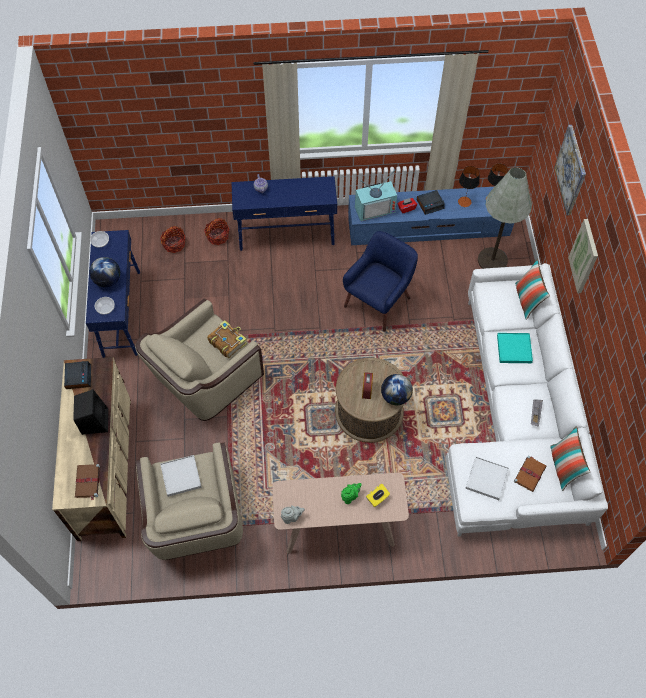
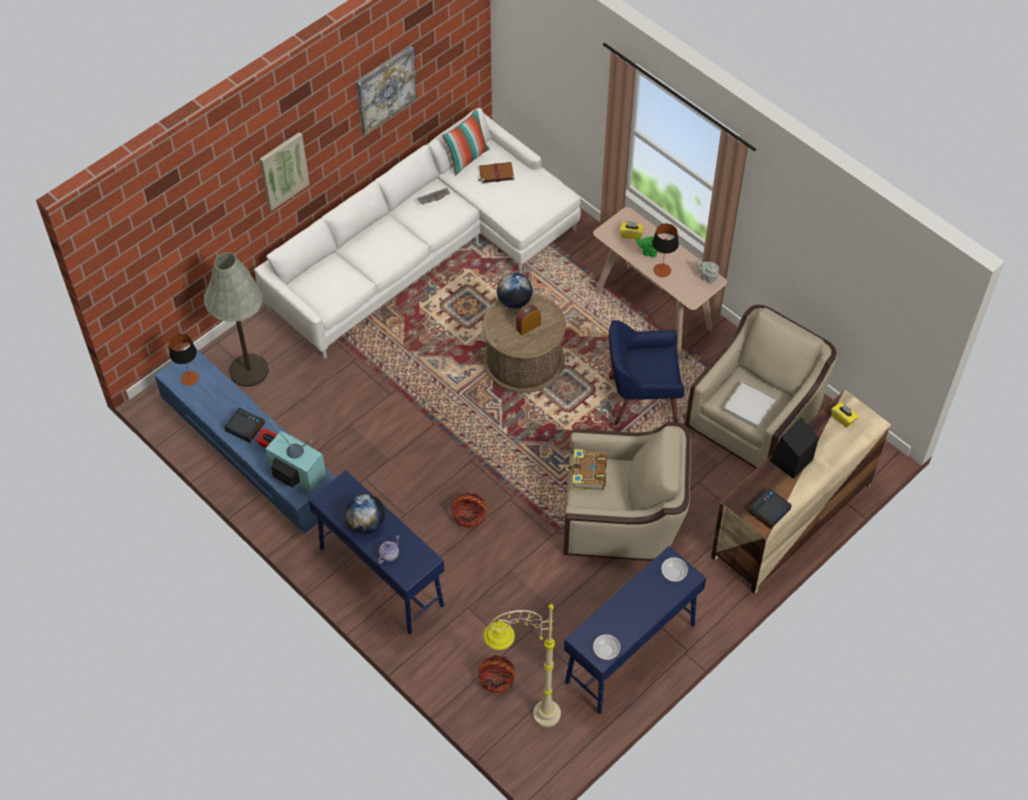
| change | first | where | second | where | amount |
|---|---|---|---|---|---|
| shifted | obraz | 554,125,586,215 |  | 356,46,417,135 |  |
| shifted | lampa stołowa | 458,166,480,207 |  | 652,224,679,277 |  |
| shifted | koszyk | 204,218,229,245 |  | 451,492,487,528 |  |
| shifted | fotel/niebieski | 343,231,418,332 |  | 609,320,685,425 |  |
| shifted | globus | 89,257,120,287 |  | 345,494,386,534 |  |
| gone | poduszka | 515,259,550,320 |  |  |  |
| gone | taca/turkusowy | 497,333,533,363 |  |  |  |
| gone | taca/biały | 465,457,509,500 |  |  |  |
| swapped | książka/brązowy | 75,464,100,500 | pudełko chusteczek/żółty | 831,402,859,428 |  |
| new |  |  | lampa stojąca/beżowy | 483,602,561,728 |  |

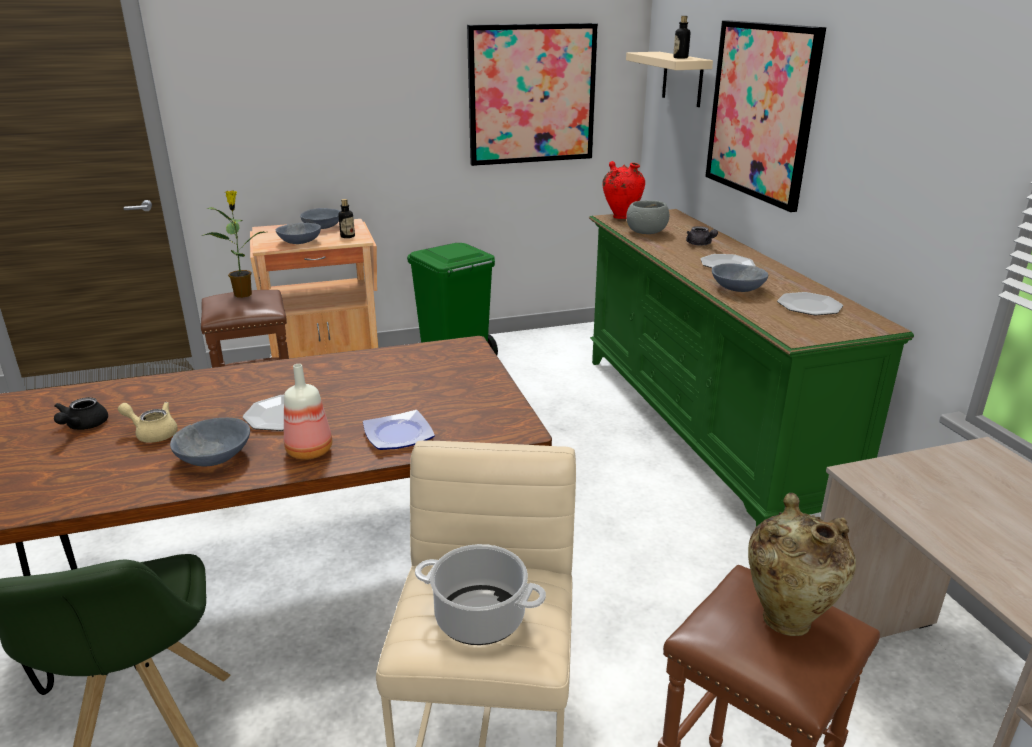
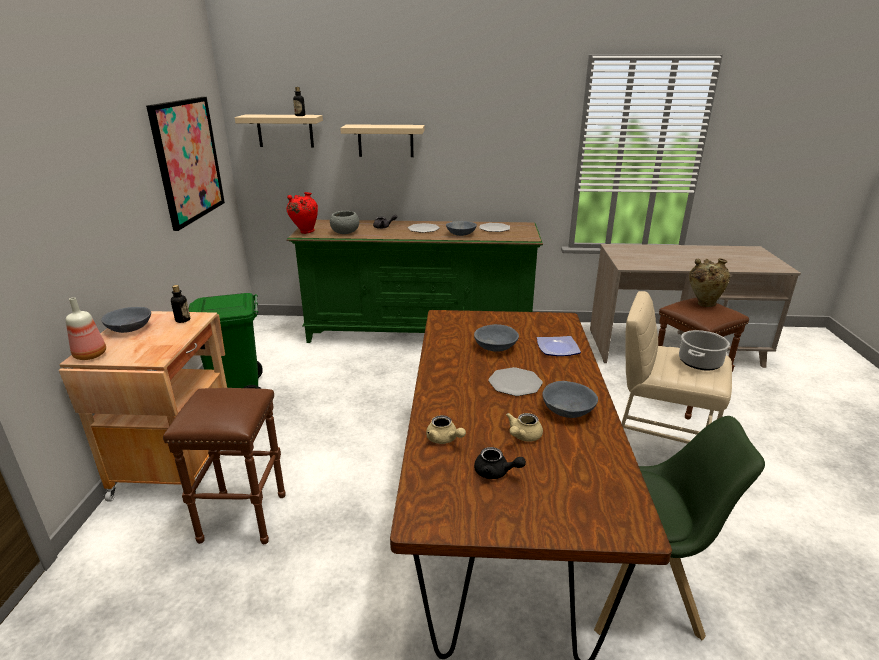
| change | first | where | second | where | amount |
|---|---|---|---|---|---|
| swapped | obraz | 705,20,826,212 | półka/beżowy | 340,124,425,157 |  |
| gone | roślina doniczkowa | 201,190,265,298 |  |  |  |
| shifted | miska/szary | 276,223,321,244 |  | 474,324,519,352 |  |
| shifted | butelka | 284,364,332,460 |  | 66,297,106,360 |  |
| new |  |  | imbryk/beżowy | 426,415,466,444 |  |

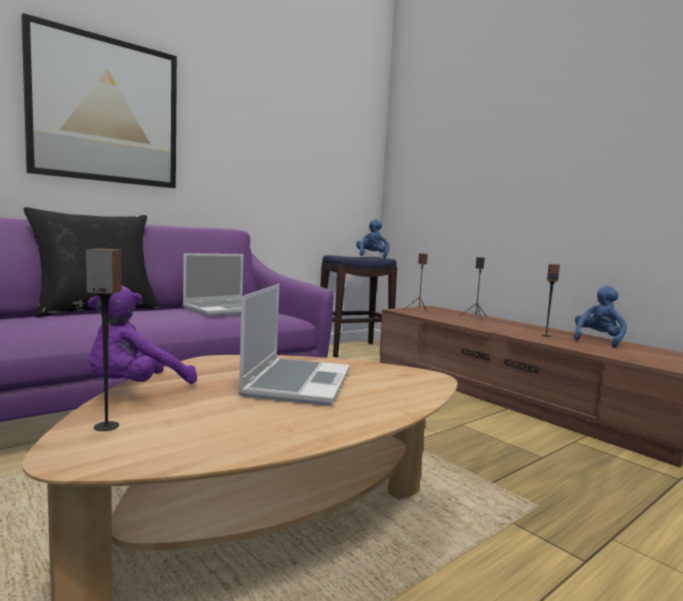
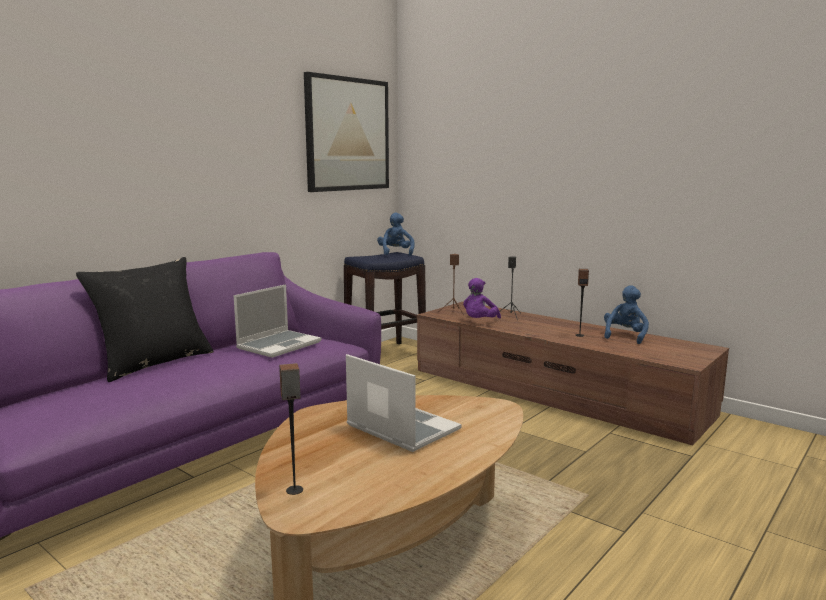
| change | first | where | second | where | amount |
|---|---|---|---|---|---|
| shifted | obraz | 21,13,177,188 |  | 304,72,389,192 |  |
| rotated | laptop | 238,284,350,406 |  | 346,354,461,452 | 45 degrees counterclockwise |
| shifted | pluszak/fioletowy | 87,285,197,384 |  | 463,278,501,318 |  |

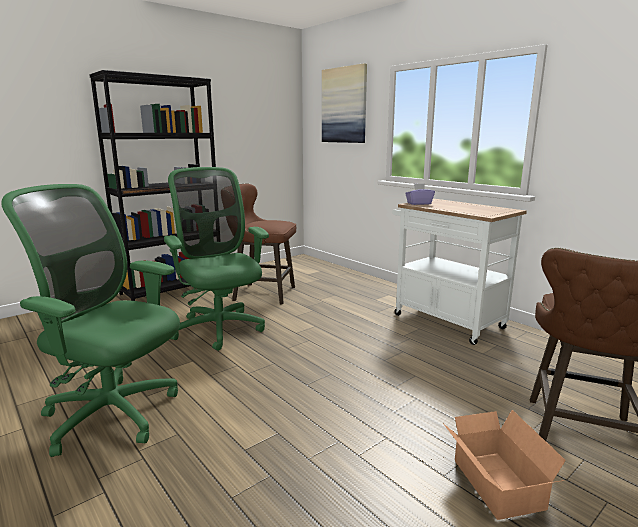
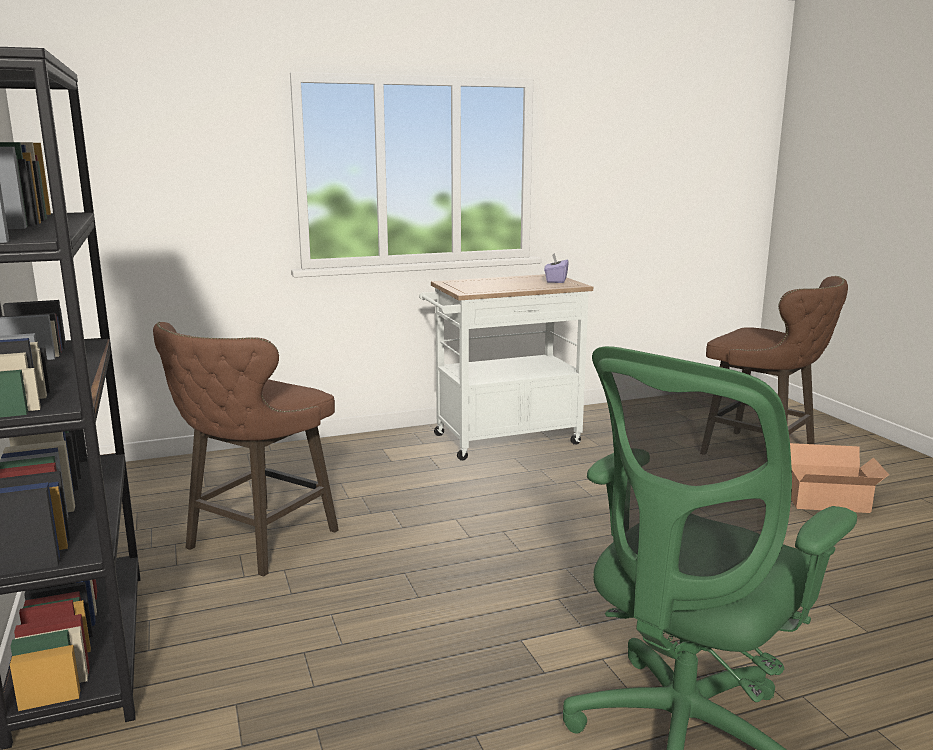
| change | first | where | second | where | amount |
|---|---|---|---|---|---|
| gone | obraz | 322,63,367,143 |  |  |  |
| gone | krzesło biurowe/zielony | 164,167,269,351 |  |  |  |
| shifted | pudełko chusteczek/fioletowy | 405,184,435,205 |  | 544,253,569,283 |  |

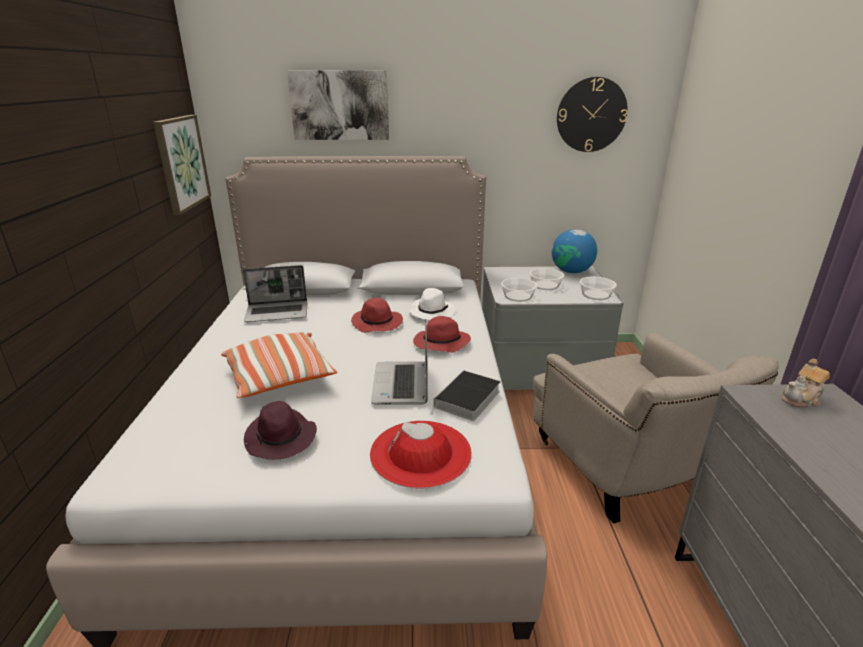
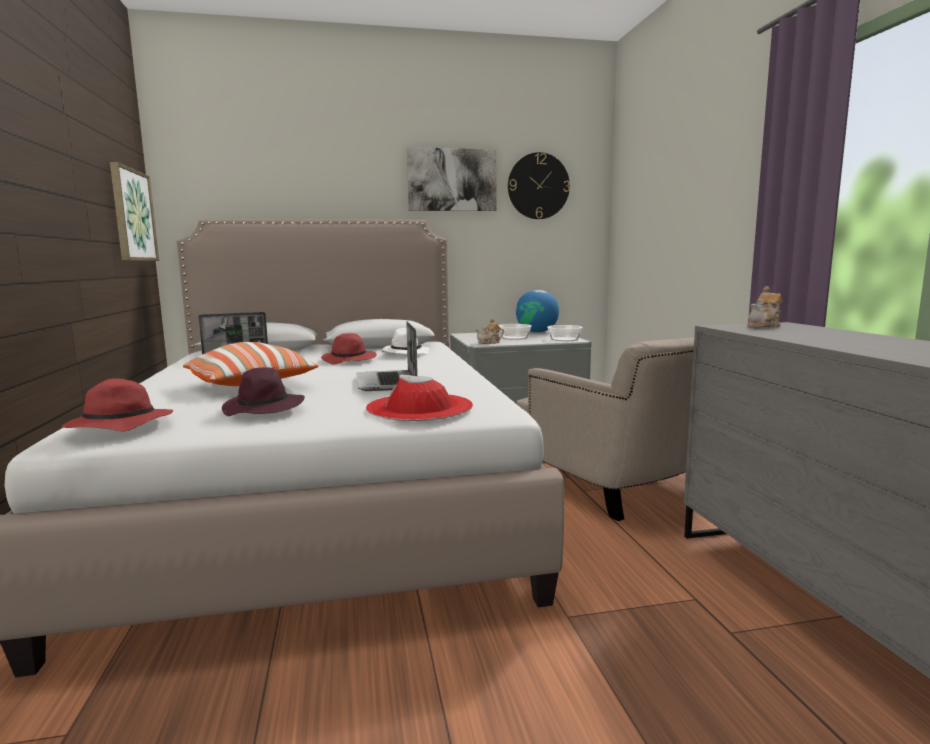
| change | first | where | second | where | amount |
|---|---|---|---|---|---|
| shifted | obraz | 287,70,389,140 |  | 407,147,497,211 |  |
| swapped | miska | 501,278,537,302 | imbryk | 476,319,504,344 |  |
| shifted | kapelusz/czerwony | 413,316,471,353 |  | 61,379,173,431 |  |
| gone | książka | 430,370,500,421 |  |  |  |

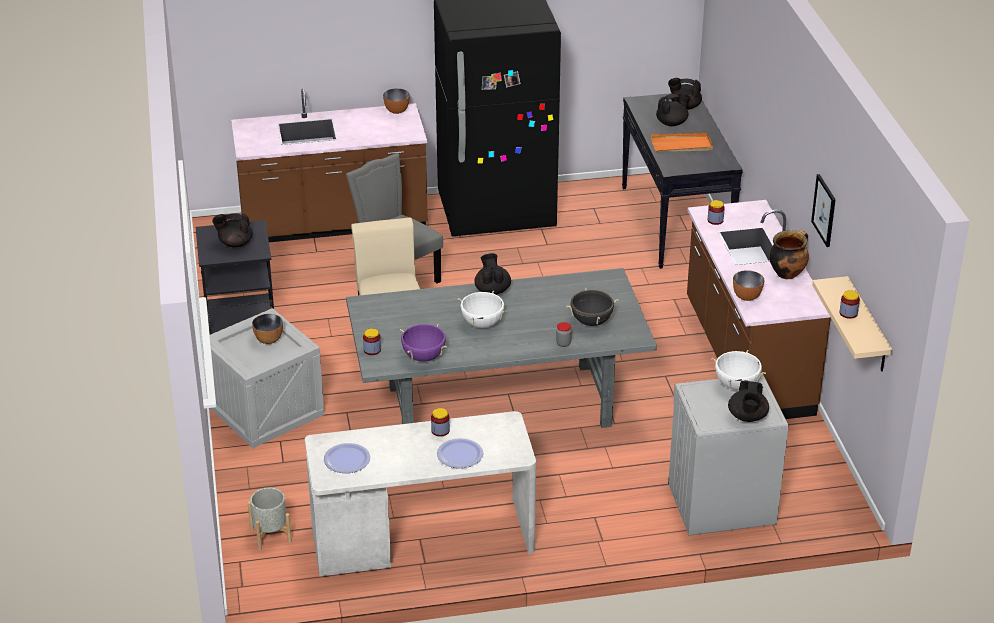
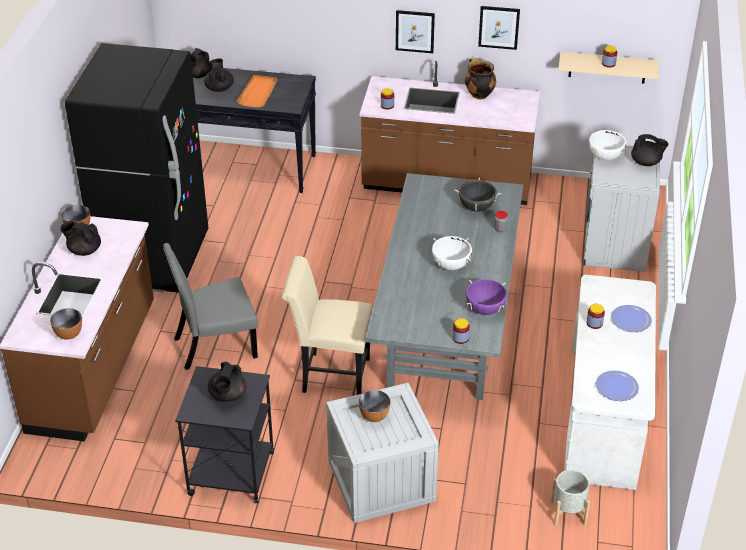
| change | first | where | second | where | amount |
|---|---|---|---|---|---|
| shifted | imbryk/czarny | 475,253,511,295 |  | 60,221,101,256 |  |
| shifted | miska | 733,270,764,301 |  | 50,308,82,340 |  |
| new |  |  | obraz | 396,10,435,53 |  |

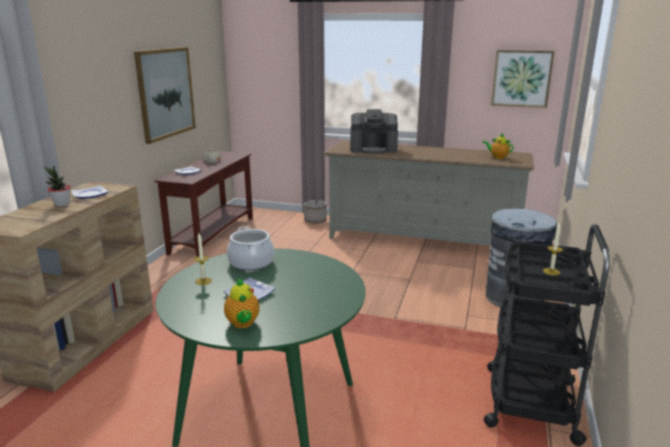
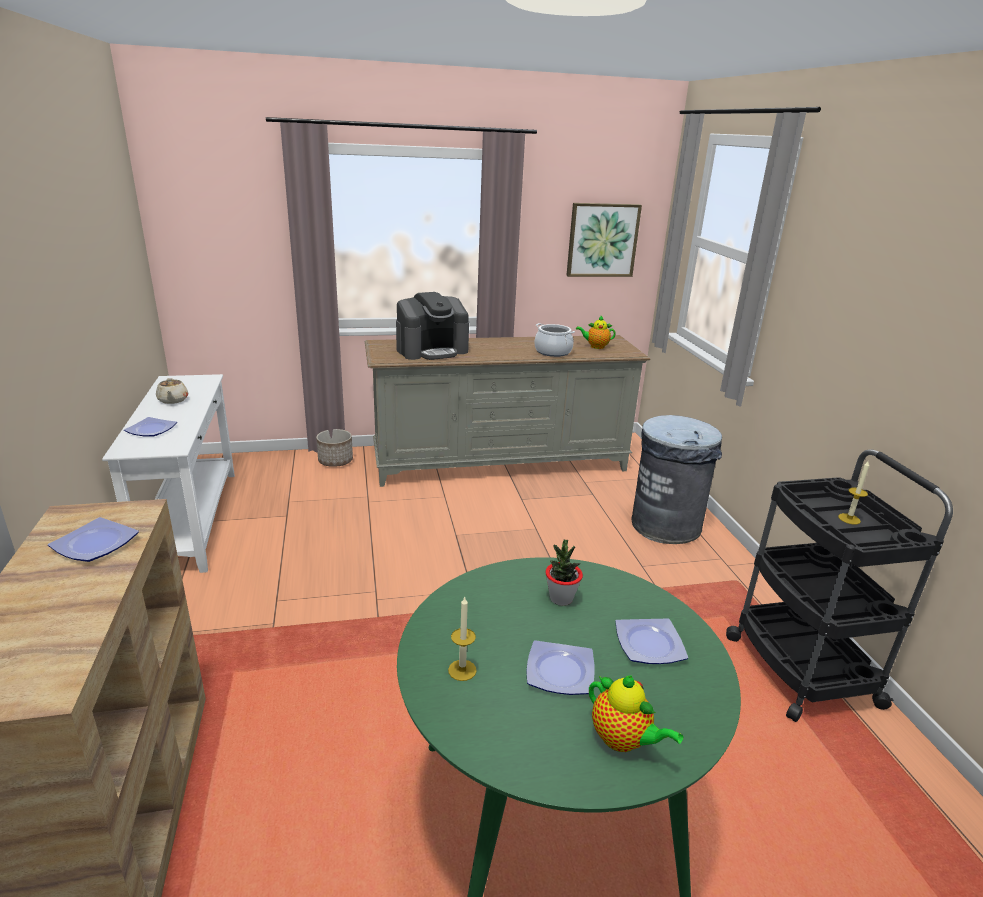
| change | first | where | second | where | amount |
|---|---|---|---|---|---|
| gone | obraz | 134,47,196,144 |  |  |  |
| repainted | stolik konsolowy/brązowy | 154,151,253,257 | stolik konsolowy/biały | 102,374,235,573 |  |
| shifted | roślina doniczkowa | 44,166,71,207 |  | 545,539,583,606 |  |
| shifted | garnek | 227,226,274,271 |  | 534,323,575,357 |  |
| new |  |  | talerz | 615,619,688,664 |  |

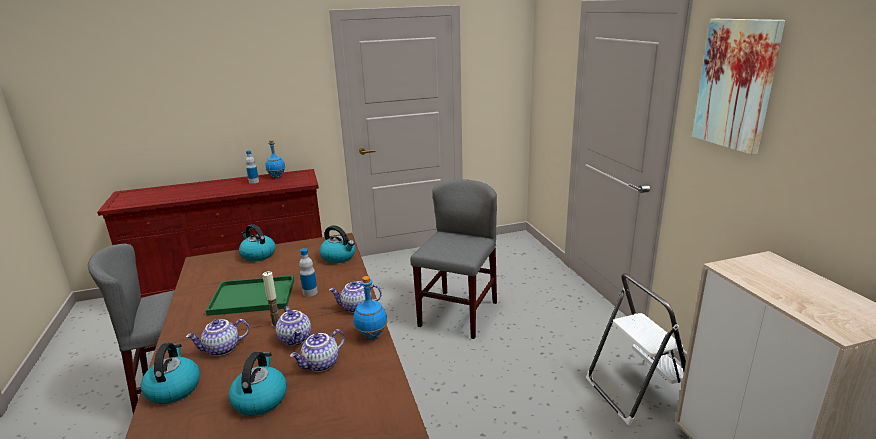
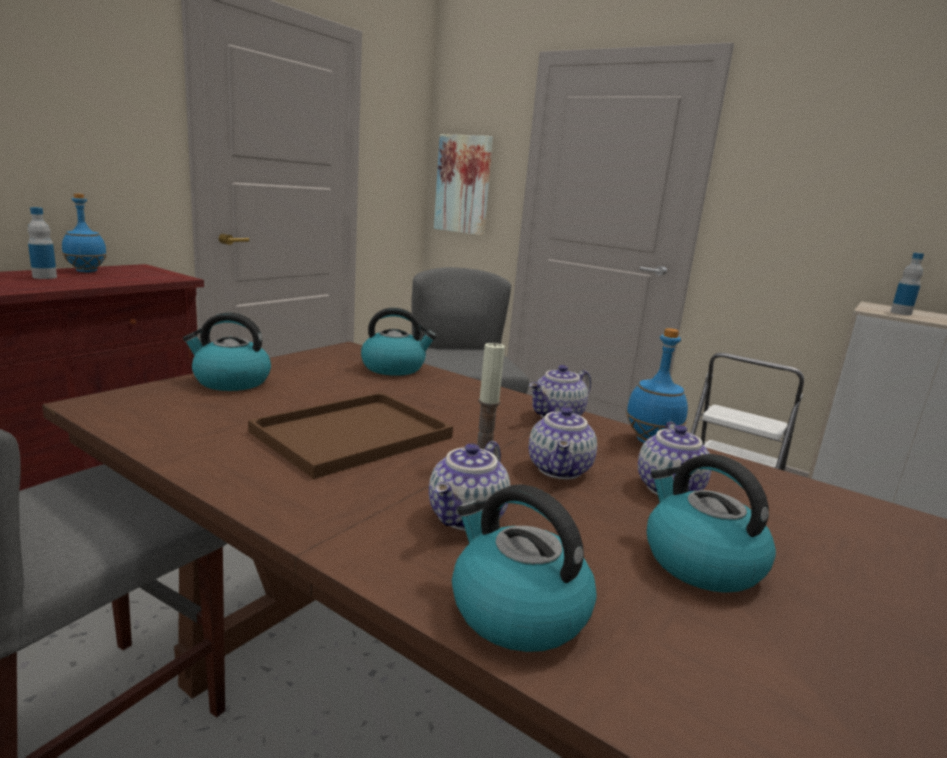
| change | first | where | second | where | amount |
|---|---|---|---|---|---|
| shifted | obraz | 692,19,785,155 |  | 434,134,493,236 |  |
| shifted | butelka | 299,248,318,297 |  | 890,253,924,315 |  |
| repainted | taca/zielony | 206,275,294,316 | taca/brązowy | 248,392,453,479 |  |
| rotated | imbryk | 276,306,311,346 |  | 529,405,597,480 | 75 degrees clockwise |

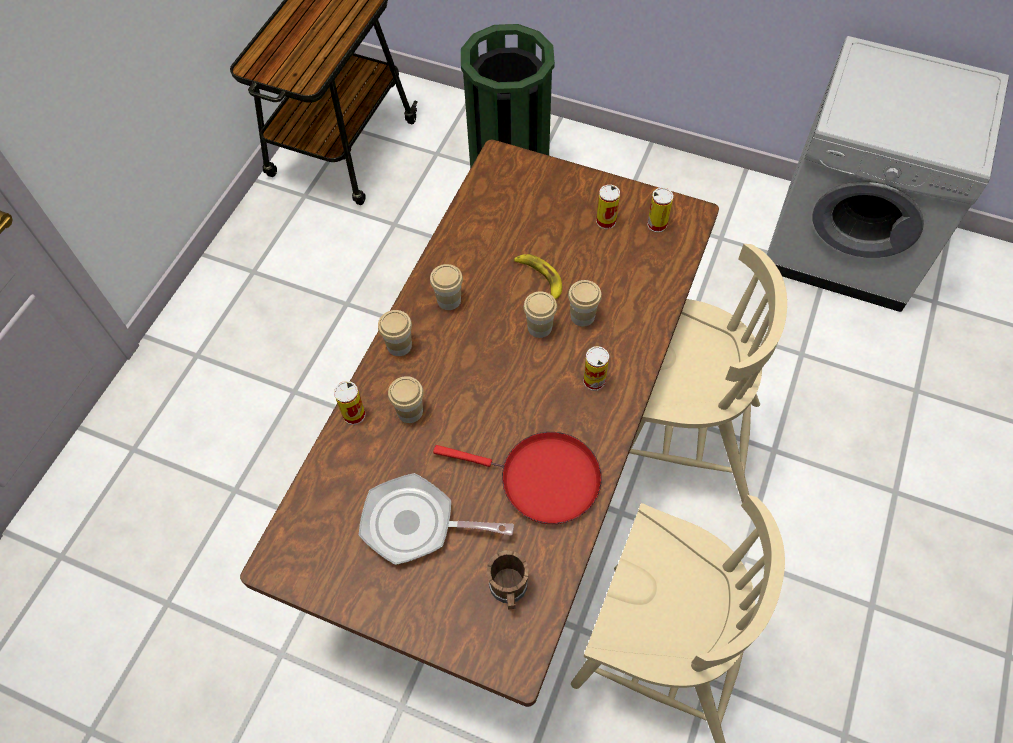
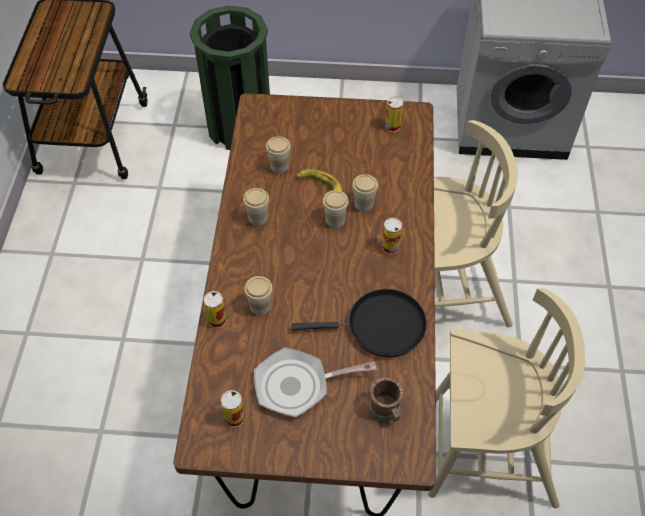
| change | first | where | second | where | amount |
|---|---|---|---|---|---|
| shifted | puszka | 596,185,620,229 |  | 221,390,245,428 |  |
| shifted | filiżanka | 378,310,412,356 |  | 266,136,291,173 |  |
| repainted | patelnia/czerwony | 433,432,602,524 | patelnia/czarny | 291,289,427,357 |  |

